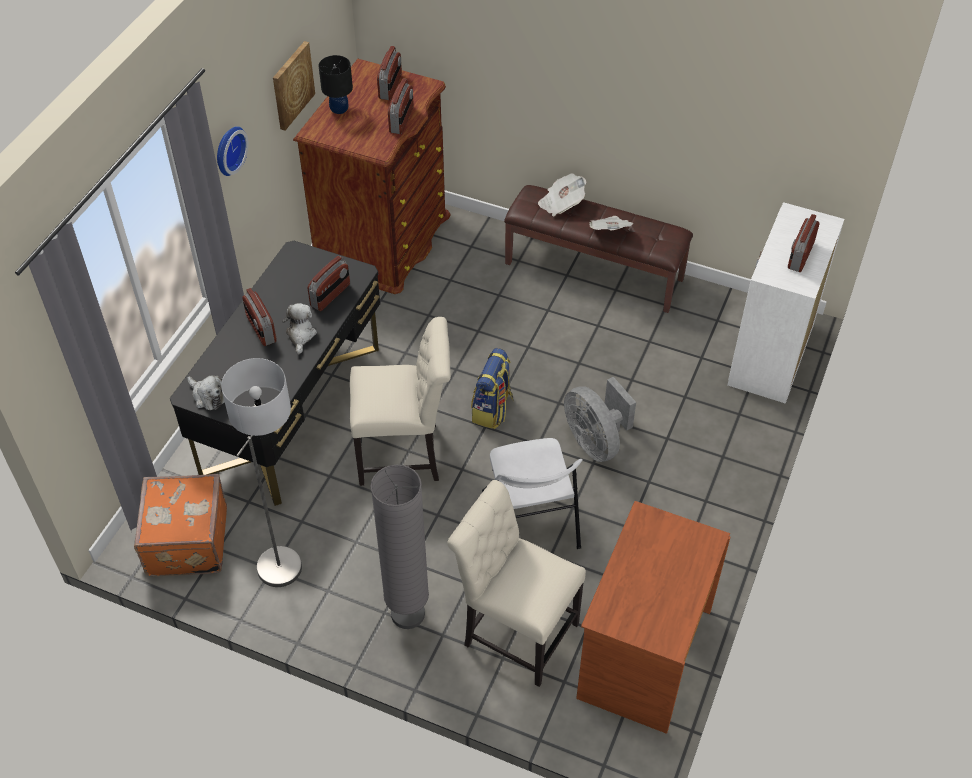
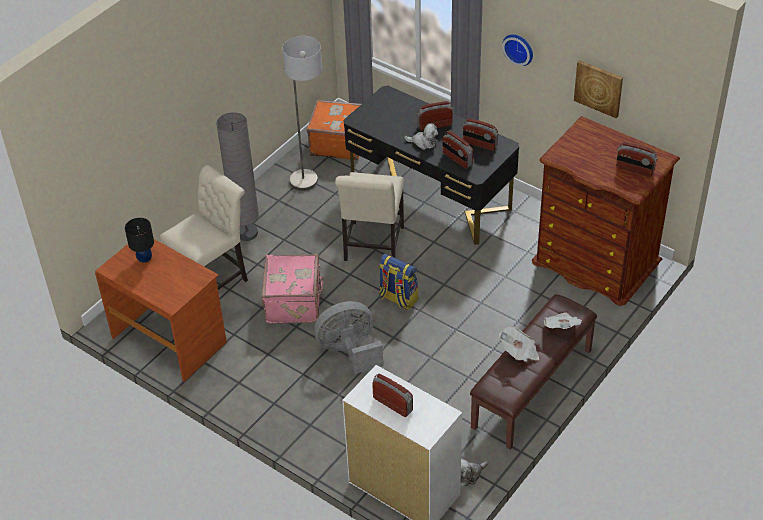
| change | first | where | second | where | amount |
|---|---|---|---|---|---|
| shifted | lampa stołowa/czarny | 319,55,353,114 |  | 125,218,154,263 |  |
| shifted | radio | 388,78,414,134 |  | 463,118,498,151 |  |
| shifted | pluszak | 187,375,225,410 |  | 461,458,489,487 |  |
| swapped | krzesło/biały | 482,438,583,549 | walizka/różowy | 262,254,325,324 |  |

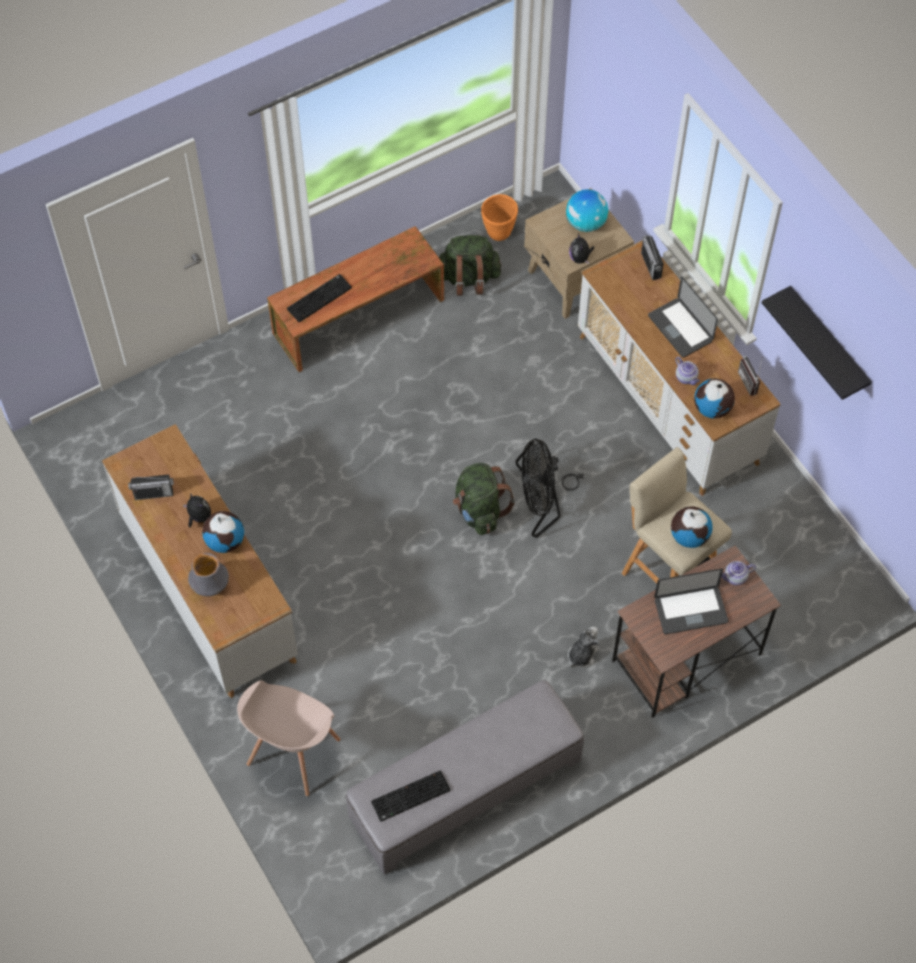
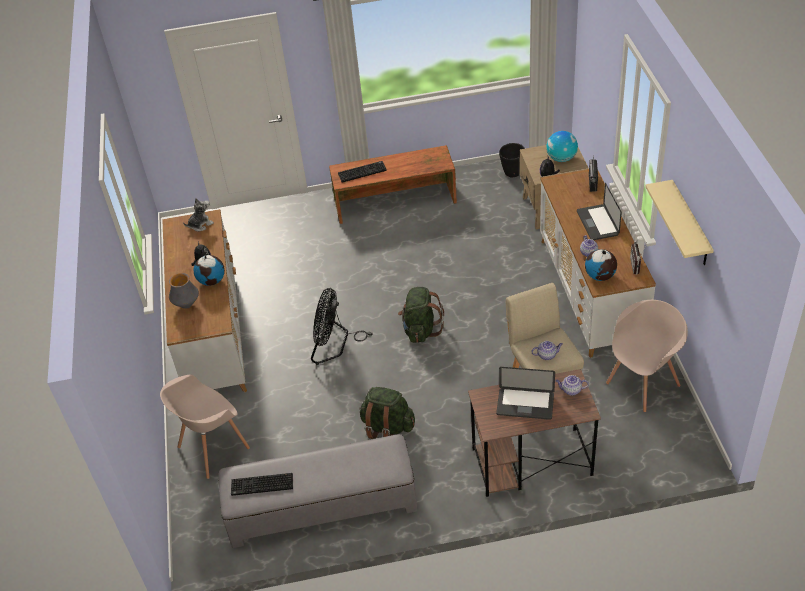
| change | first | where | second | where | amount |
|---|---|---|---|---|---|
| repainted | donica/pomarańczowy | 481,194,518,241 | donica/czarny | 499,143,525,177 |  |
| shifted | plecak/zielony | 439,235,501,296 |  | 359,387,415,439 |  |
| repainted | półka/czarny | 762,286,872,400 | półka/beżowy | 645,180,714,265 |  |
| shifted | wentylator/czarny | 515,439,585,539 |  | 311,288,372,365 |  |
| gone | radio | 128,474,174,500 |  |  |  |
| swapped | globus | 671,506,713,548 | imbryk | 532,341,563,360 |  |
| shifted | pluszak | 568,626,599,668 |  | 183,198,214,231 |  |
| new |  |  | krzesło/beżowy | 606,300,688,412 |  |

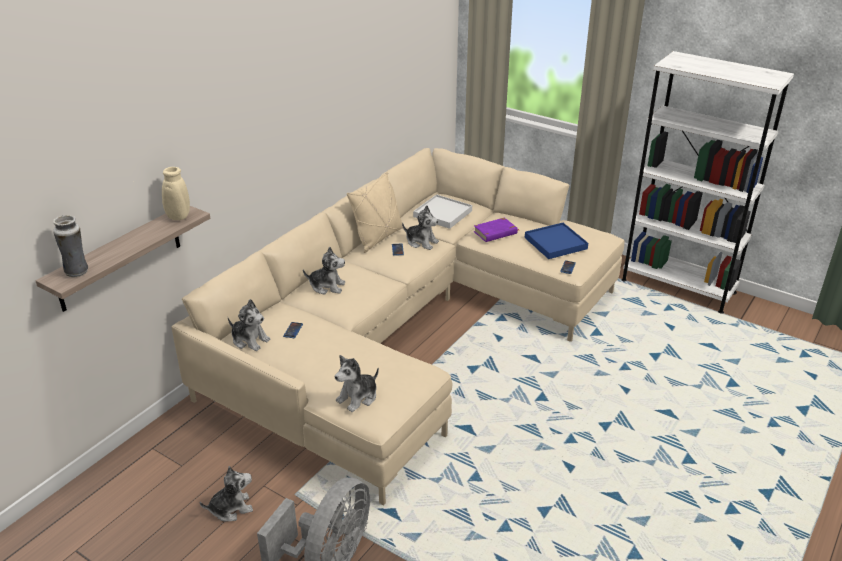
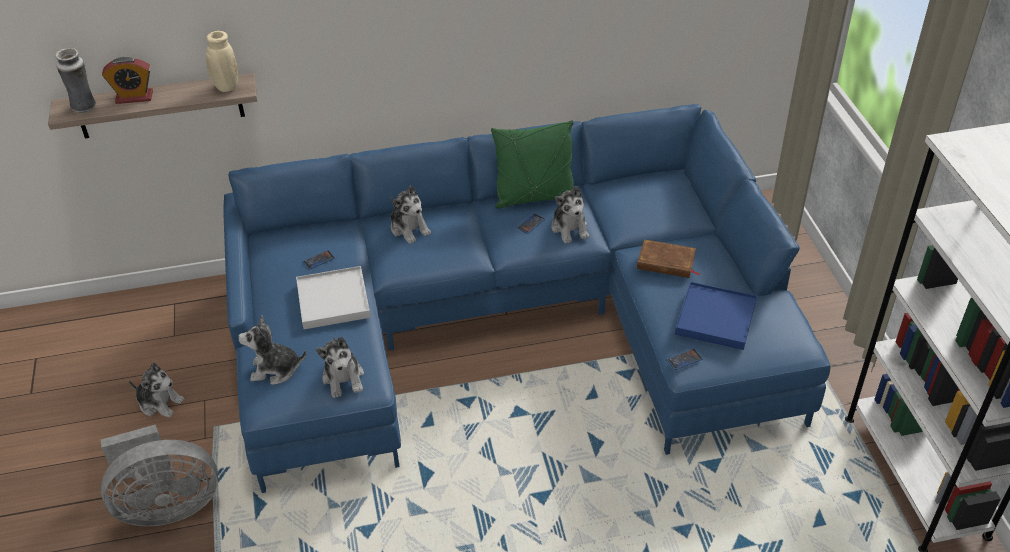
| change | first | where | second | where | amount |
|---|---|---|---|---|---|
| repainted | kanapa/beżowy | 171,148,624,505 | kanapa/niebieski | 223,104,830,493 |  |
| repainted | poduszka/beżowy | 347,172,403,253 | poduszka/zielony | 491,120,574,209 |  |
| shifted | taca/biały | 413,194,472,229 |  | 296,266,371,329 |  |
| repainted | książka/fioletowy | 474,217,519,242 | książka/brązowy | 637,239,700,278 |  |
| shifted | pluszak | 227,299,271,351 |  | 316,336,364,398 |  |
| new |  |  | budzik | 102,57,153,104 |  |

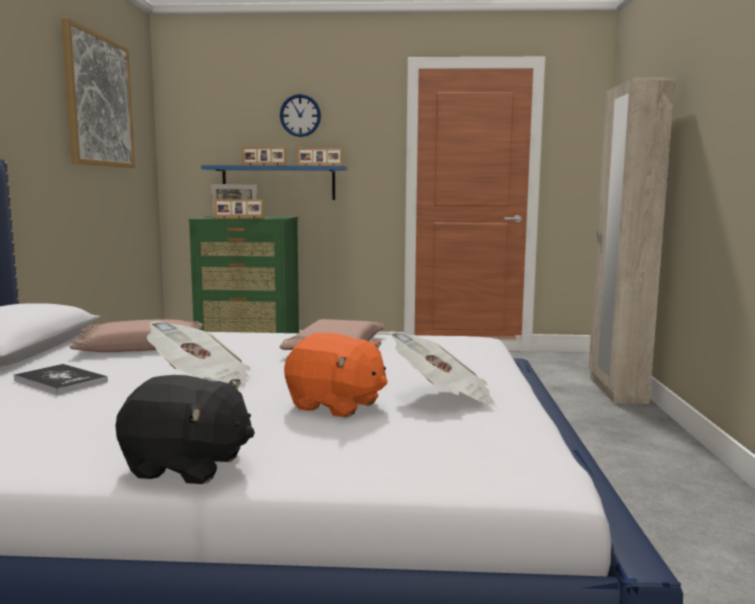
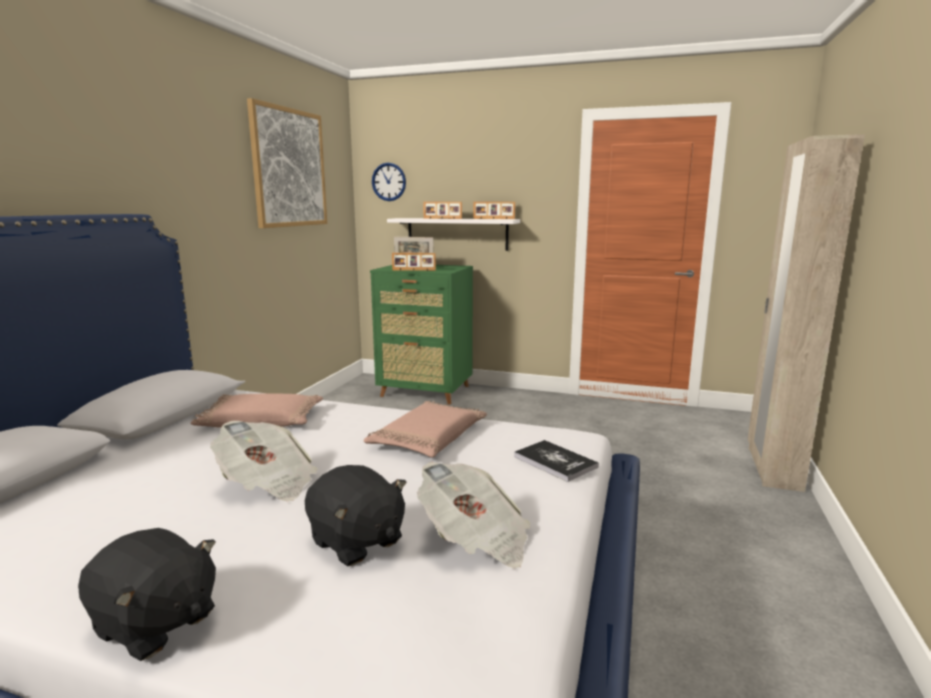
| change | first | where | second | where | amount |
|---|---|---|---|---|---|
| shifted | zegar ścienny | 280,94,321,137 |  | 372,163,406,201 |  |
| repainted | półka/niebieski | 201,165,347,200 | półka/biały | 387,218,520,251 |  |
| repainted | pluszak/pomarańczowy | 284,333,388,418 | pluszak/czarny | 305,465,406,566 |  |
| shifted | książka | 14,364,108,395 |  | 514,440,599,482 |  |

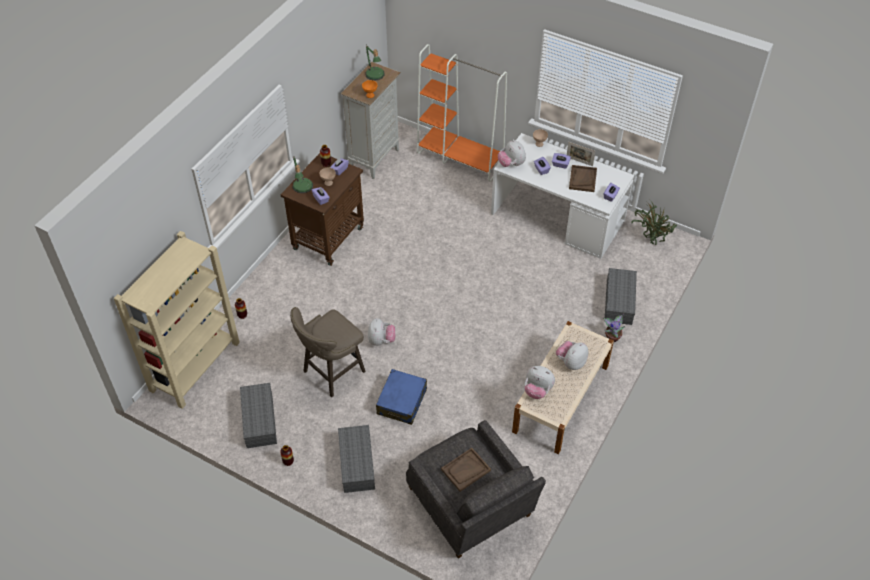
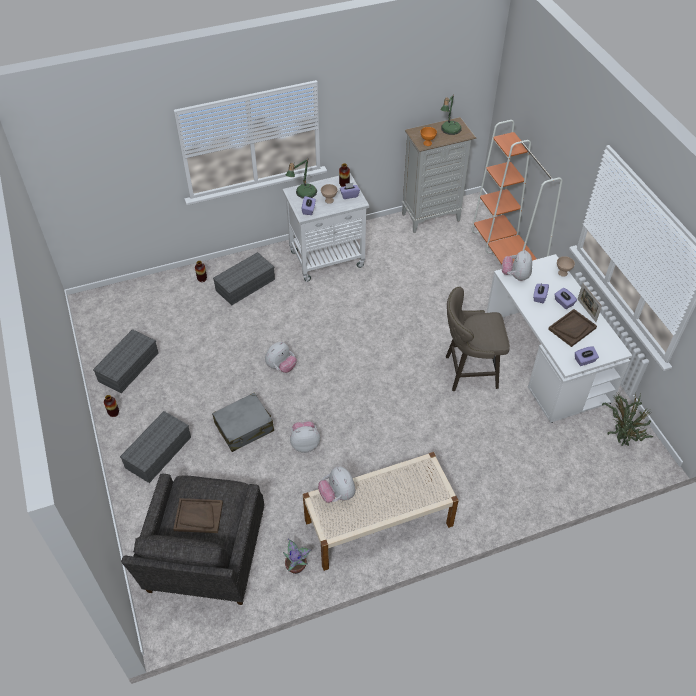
| change | first | where | second | where | amount |
|---|---|---|---|---|---|
| repainted | wózek/brązowy | 281,153,364,266 | wózek/biały | 283,173,369,282 |  |
| gone | regał/beżowy | 114,231,240,409 |  |  |  |
| shifted | pojemnik do przechowywania/szary | 604,268,637,325 |  | 213,252,275,305 |  |
| shifted | stołek/beżowy | 290,307,366,397 |  | 446,287,510,391 |  |
| shifted | roślina doniczkowa | 604,314,625,342 |  | 283,539,312,574 |  |
| shifted | pluszak | 556,341,588,370 |  | 290,421,320,453 |  |
| repainted | walizka/niebieski | 376,369,427,425 | walizka/szary | 212,393,274,452 |  |

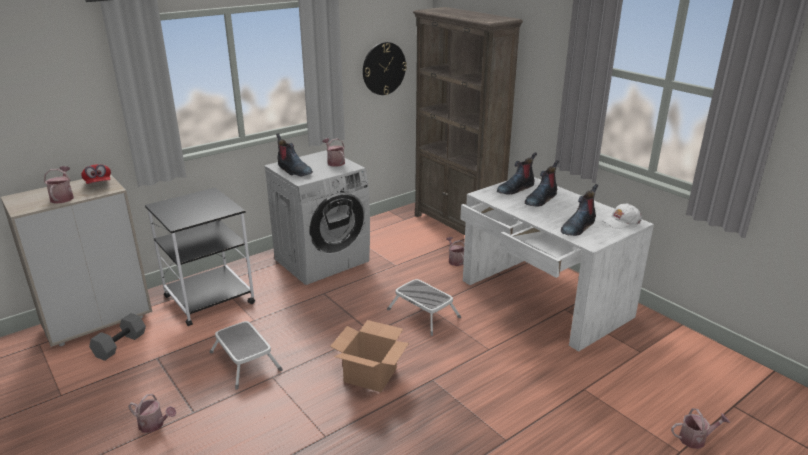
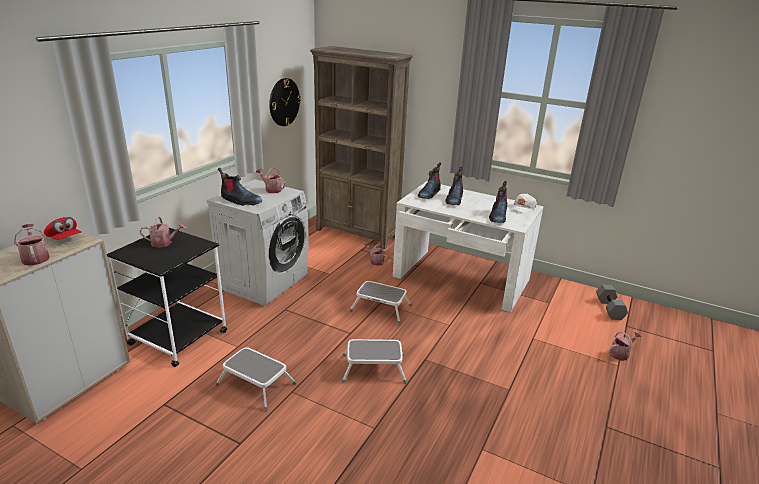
| change | first | where | second | where | amount |
|---|---|---|---|---|---|
| shifted | hantel/szary | 89,313,146,361 |  | 596,285,628,320 |  |
| swapped | karton | 330,320,409,392 | drabinka/szary | 341,339,407,384 |  |
| shifted | konewka | 128,394,176,433 |  | 140,216,186,248 |  |

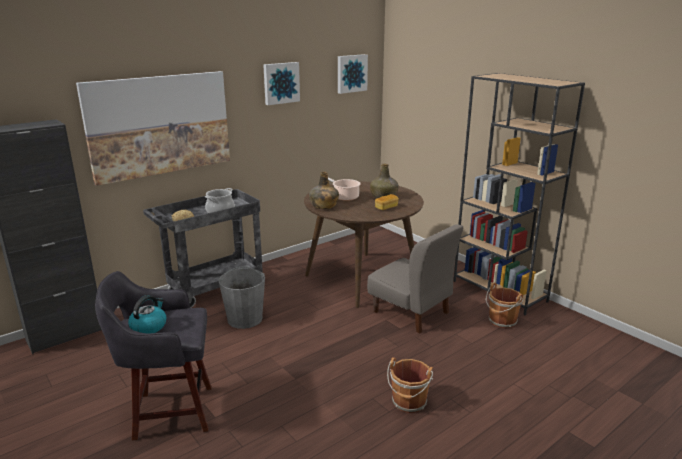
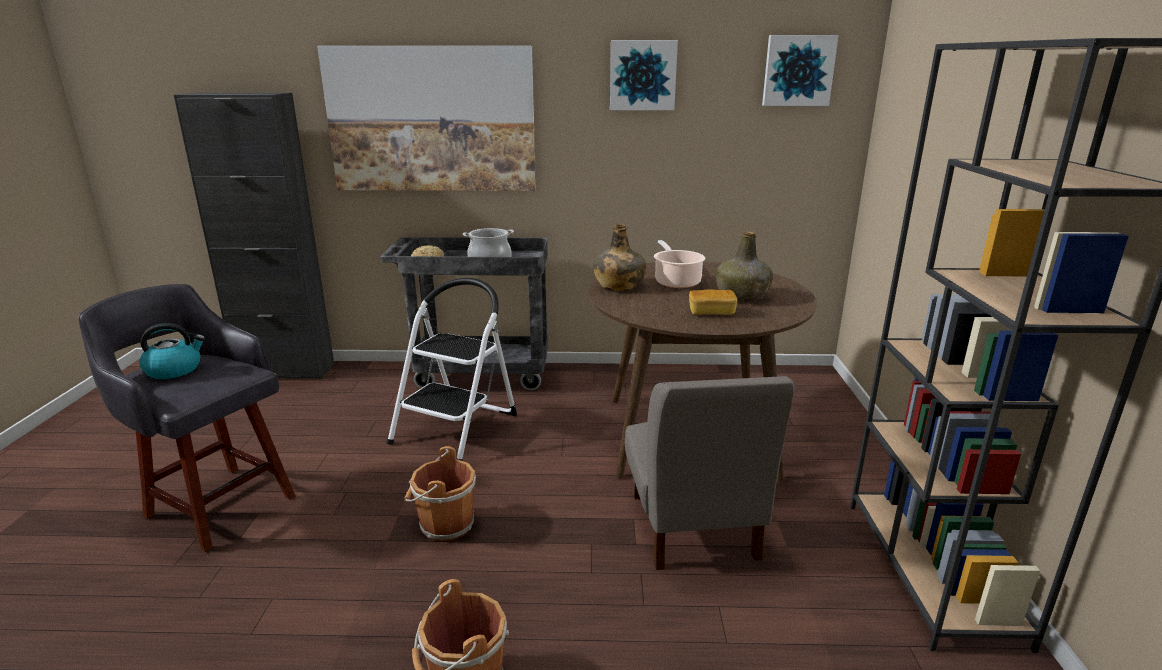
| change | first | where | second | where | amount |
|---|---|---|---|---|---|
| swapped | wiadro/szary | 218,267,265,329 | drabinka | 387,278,517,461 |  |
| shifted | wiadro/brązowy | 486,282,523,328 |  | 404,446,476,541 |  |

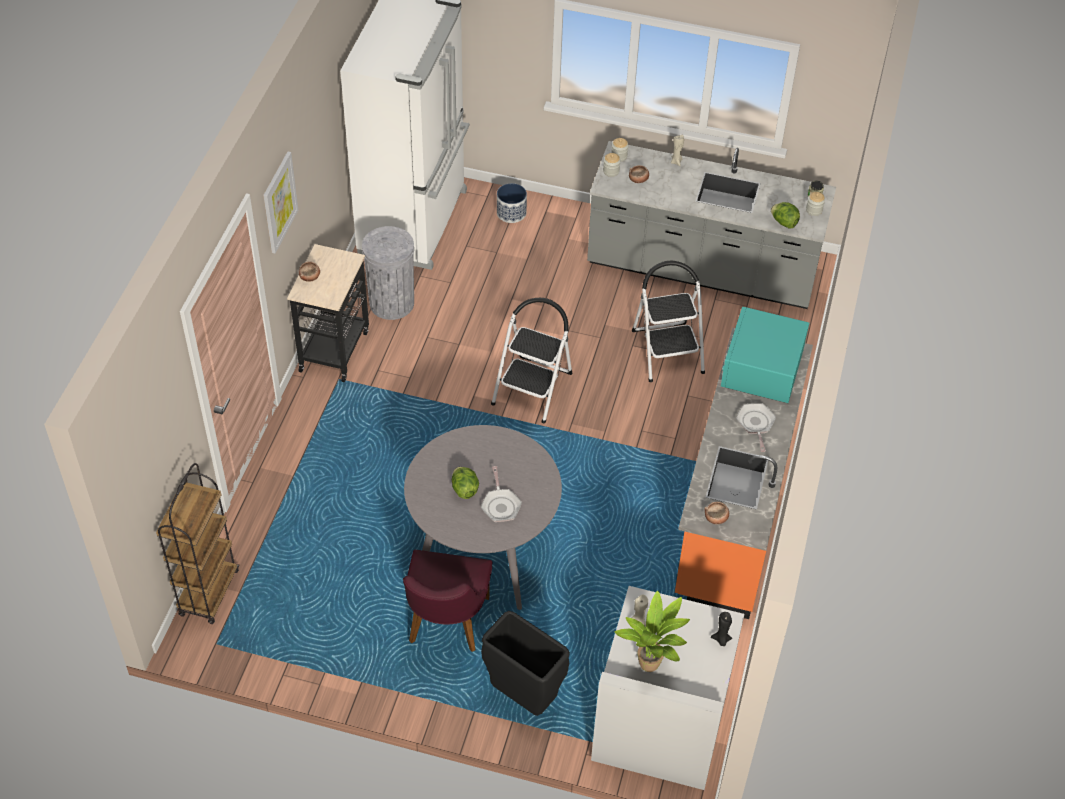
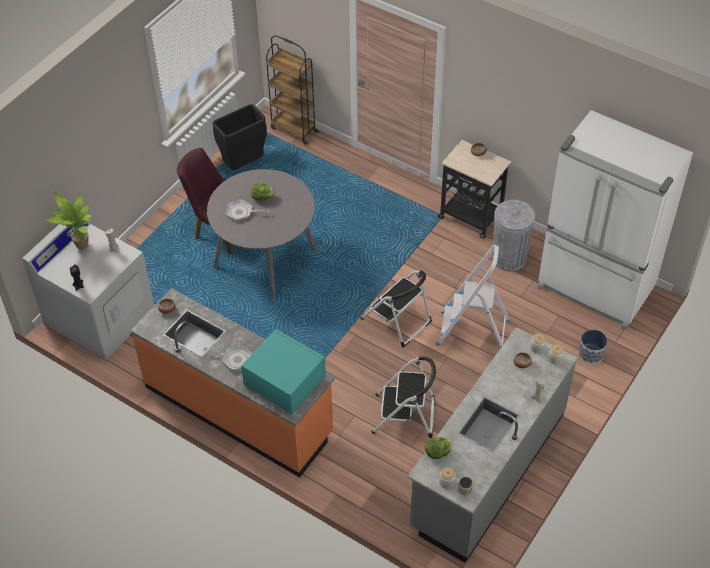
| change | first | where | second | where | amount |
|---|---|---|---|---|---|
| gone | obraz | 263,151,298,254 |  |  |  |
| shifted | kosz na śmieci/czarny | 481,611,570,716 |  | 213,104,267,170 |  |
| new |  |  | drabinka/biały | 436,245,510,348 |  |

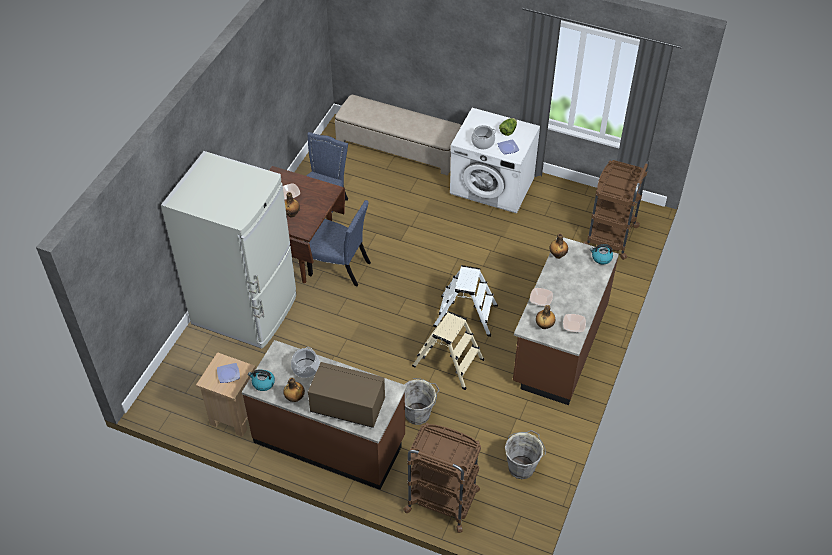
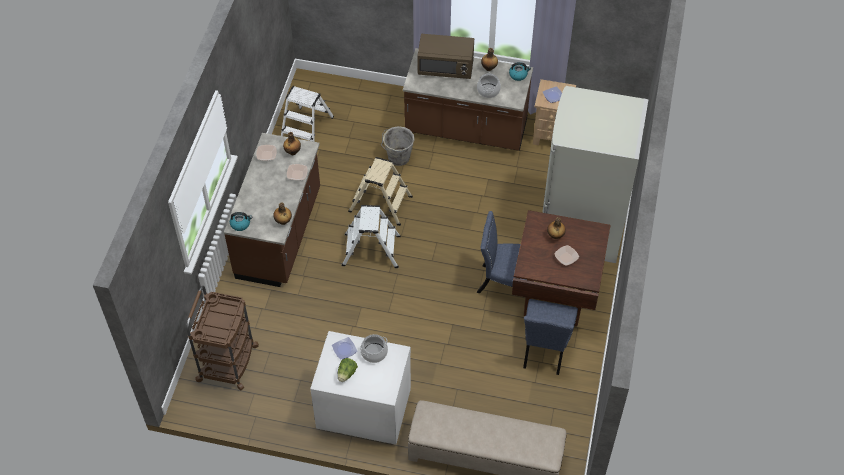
| change | first | where | second | where | amount |
|---|---|---|---|---|---|
| gone | wózek/brązowy | 403,423,481,533 |  |  |  |
| swapped | wiadro/szary | 505,430,546,479 | drabinka/biały | 281,86,334,142 |  |

